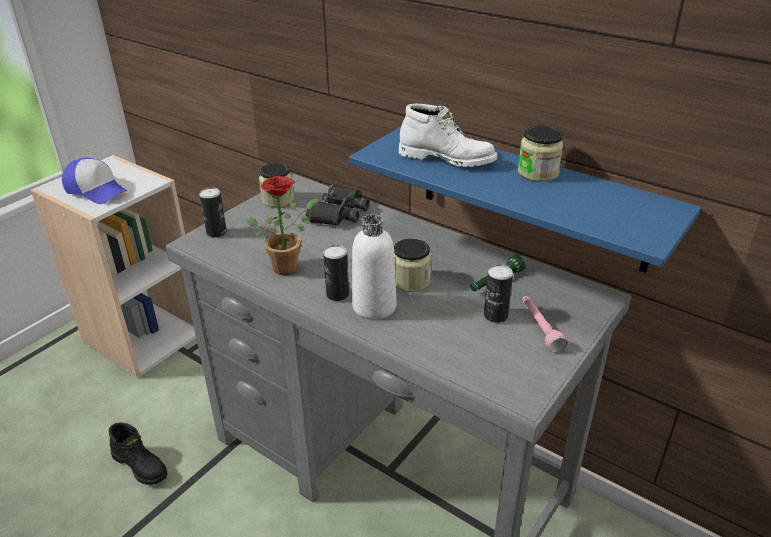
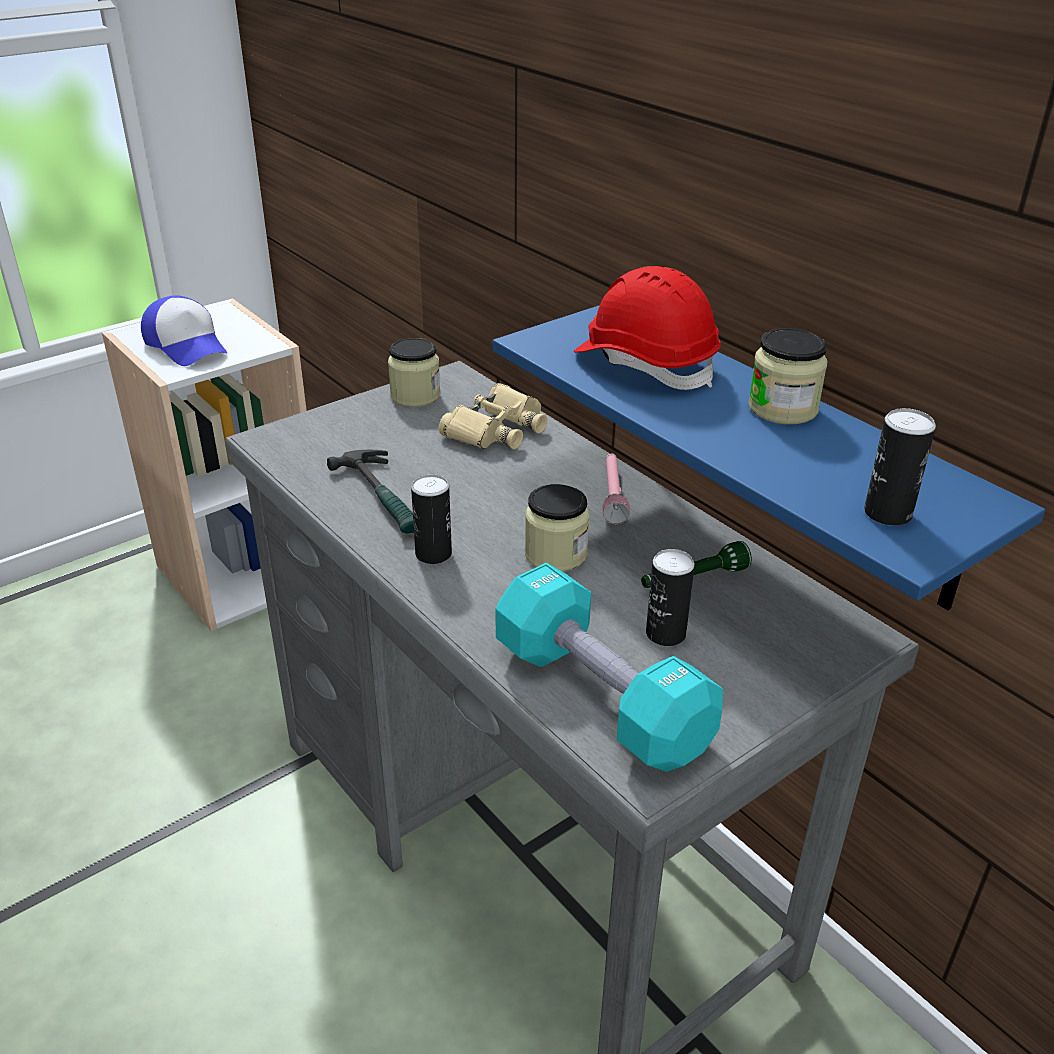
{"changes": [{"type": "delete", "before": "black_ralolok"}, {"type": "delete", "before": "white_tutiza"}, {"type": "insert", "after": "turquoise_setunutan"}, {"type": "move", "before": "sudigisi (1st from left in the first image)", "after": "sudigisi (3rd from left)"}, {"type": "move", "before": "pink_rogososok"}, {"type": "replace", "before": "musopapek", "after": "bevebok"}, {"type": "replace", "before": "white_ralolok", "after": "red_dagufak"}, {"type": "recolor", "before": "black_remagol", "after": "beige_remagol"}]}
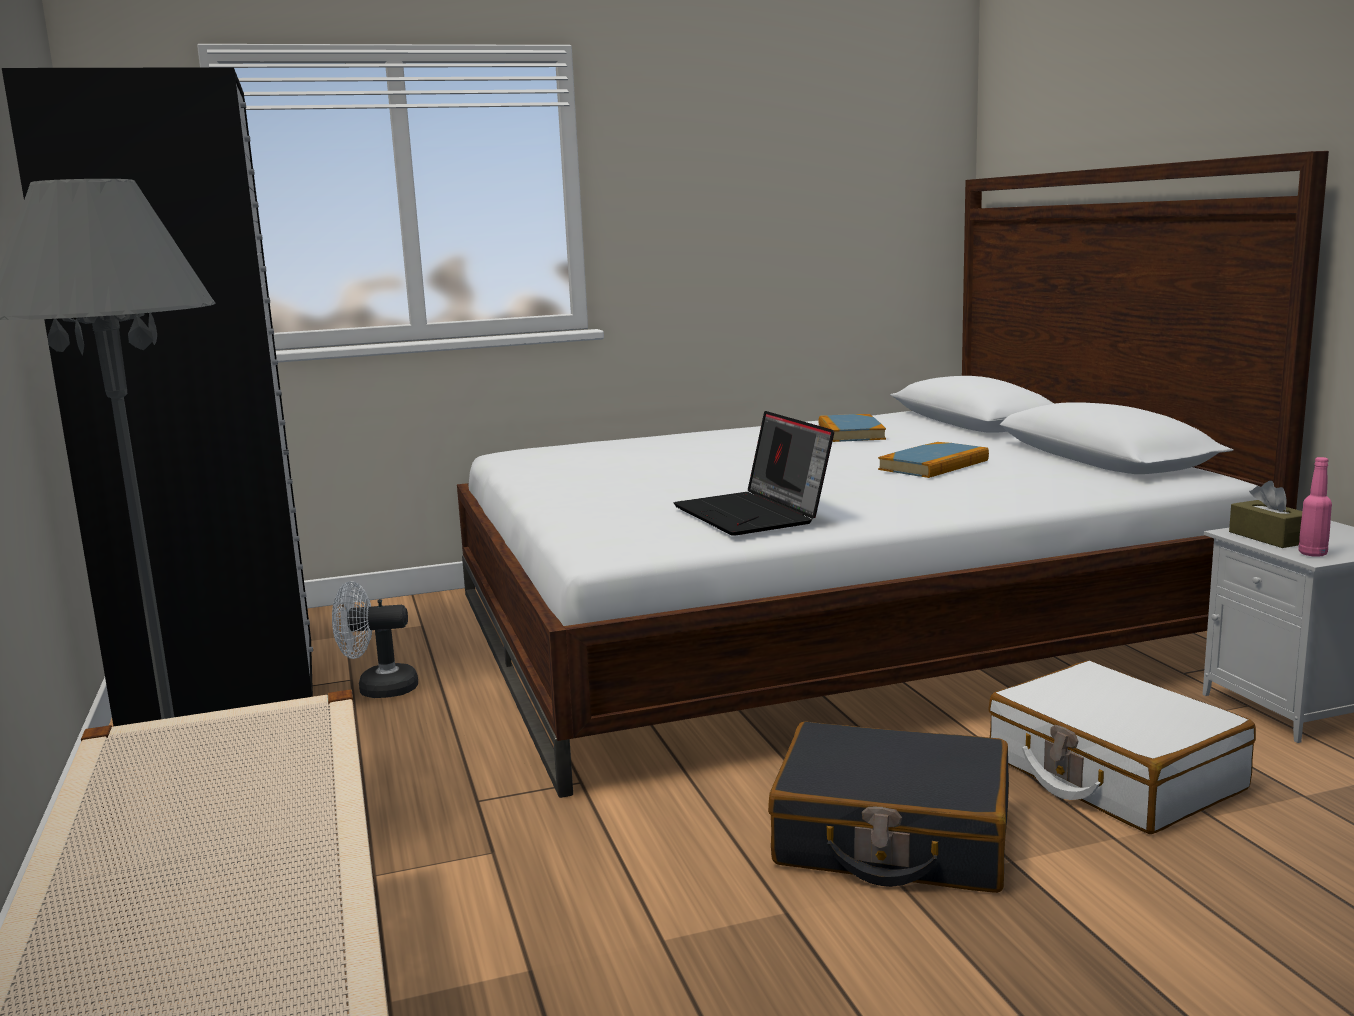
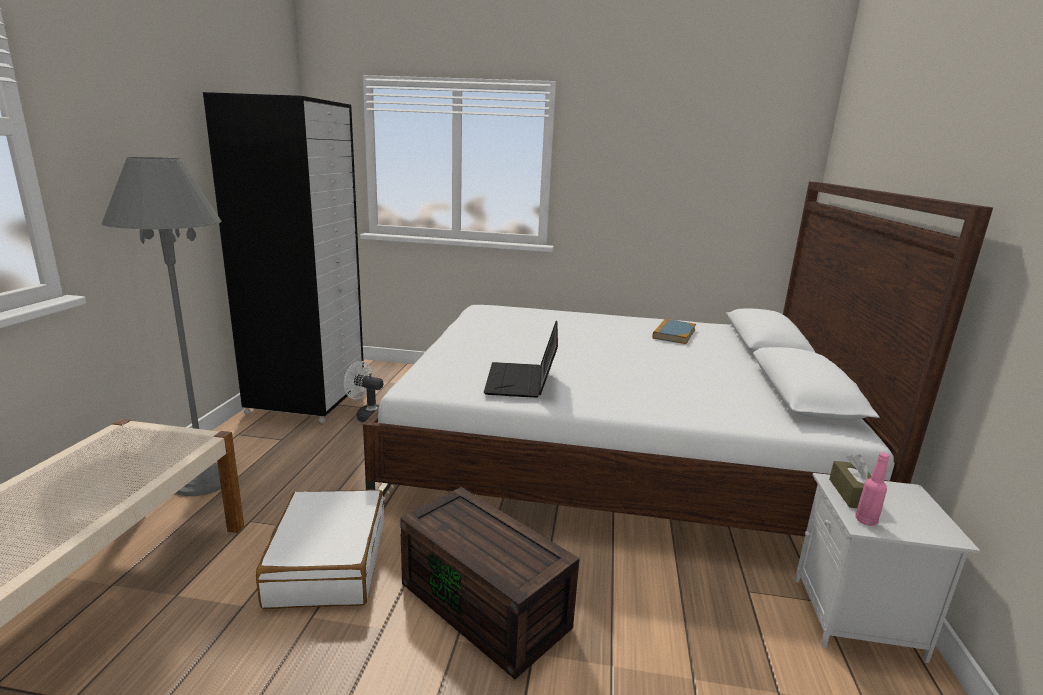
{"changes": [{"type": "delete", "before": "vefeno (2nd from left)"}, {"type": "move", "before": "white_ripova"}, {"type": "replace", "before": "black_ripova", "after": "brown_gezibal"}]}
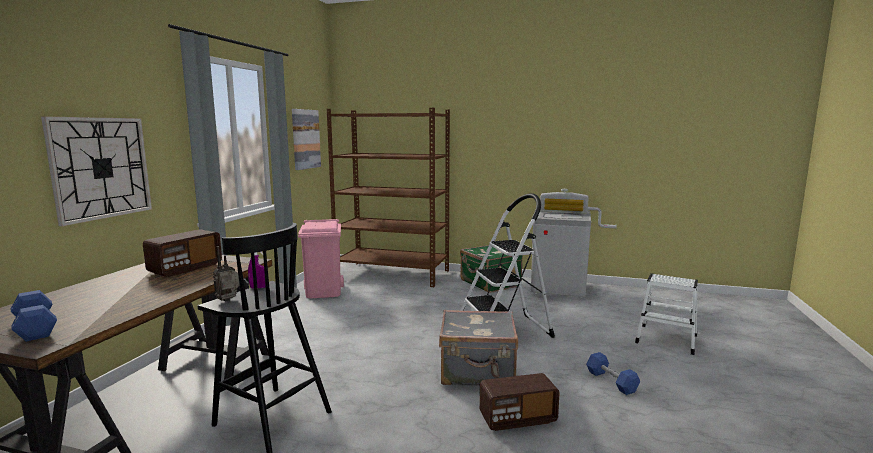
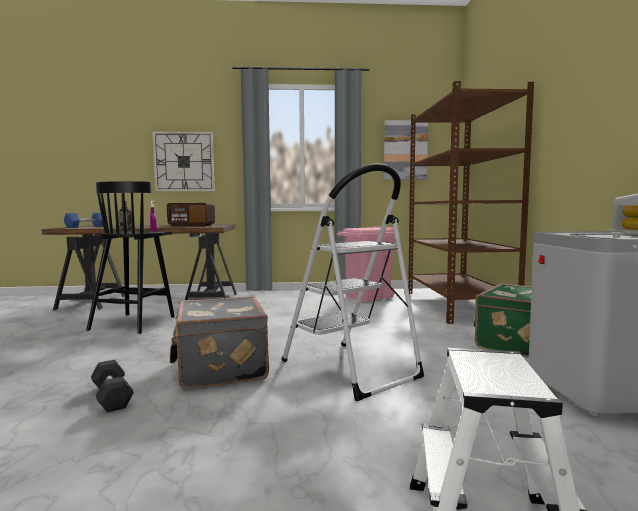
{"changes": [{"type": "delete", "before": "blue_setunutan (2nd from left)"}, {"type": "replace", "before": "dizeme (3rd from left)", "after": "black_setunutan"}]}
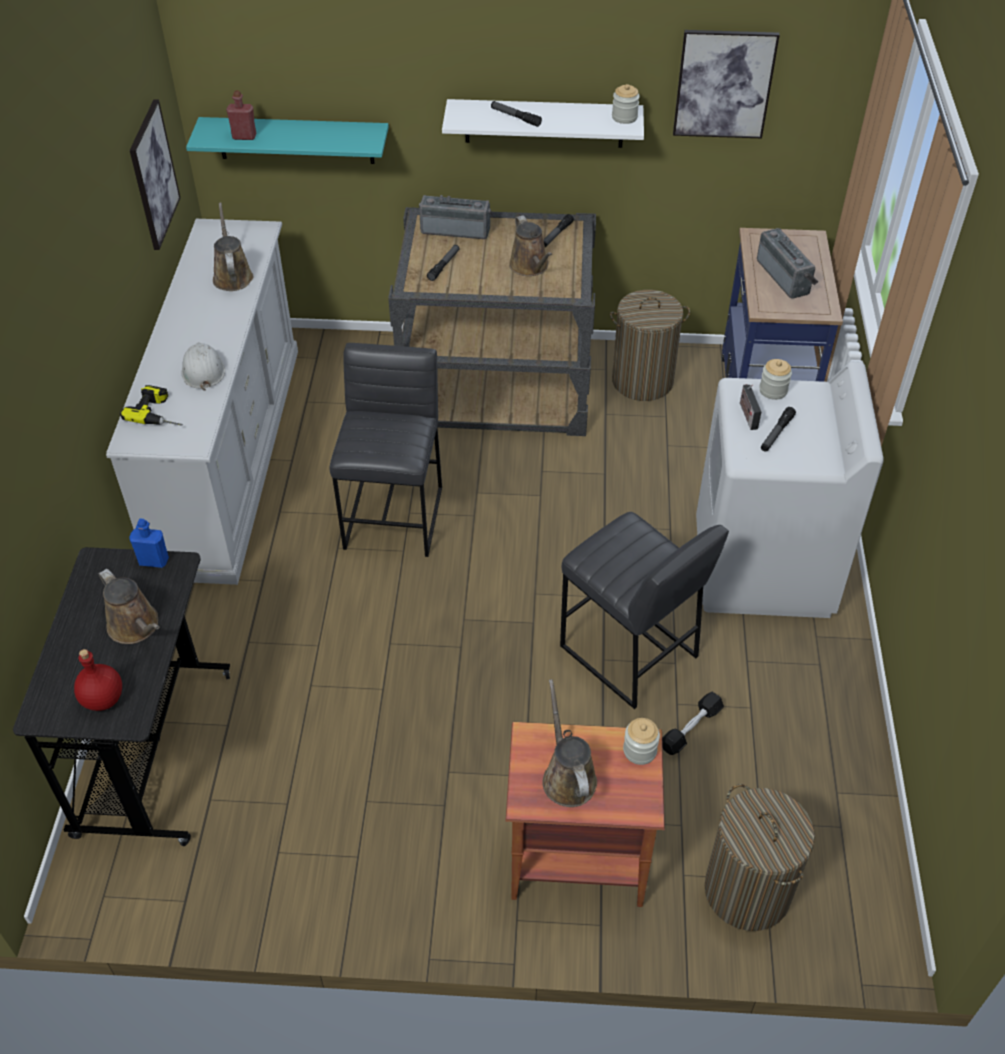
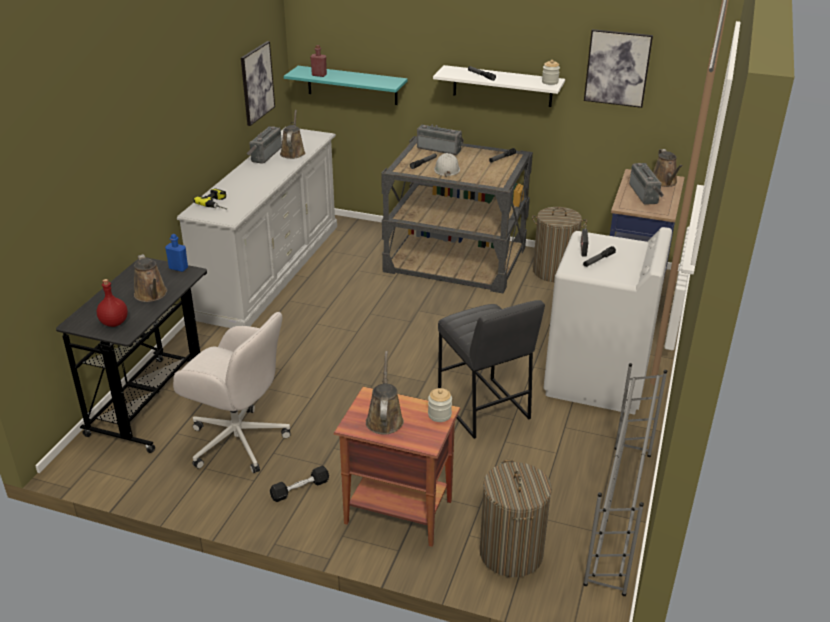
{"changes": [{"type": "delete", "before": "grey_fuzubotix (1st from left)"}, {"type": "delete", "before": "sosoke (3rd from left)"}, {"type": "insert", "after": "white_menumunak"}, {"type": "insert", "after": "dizeme (1st from left)"}, {"type": "insert", "after": "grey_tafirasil"}, {"type": "move", "before": "white_dagufak"}, {"type": "move", "before": "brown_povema (3rd from left in the first image)", "after": "brown_povema (4th from left)"}, {"type": "move", "before": "black_setunutan"}]}
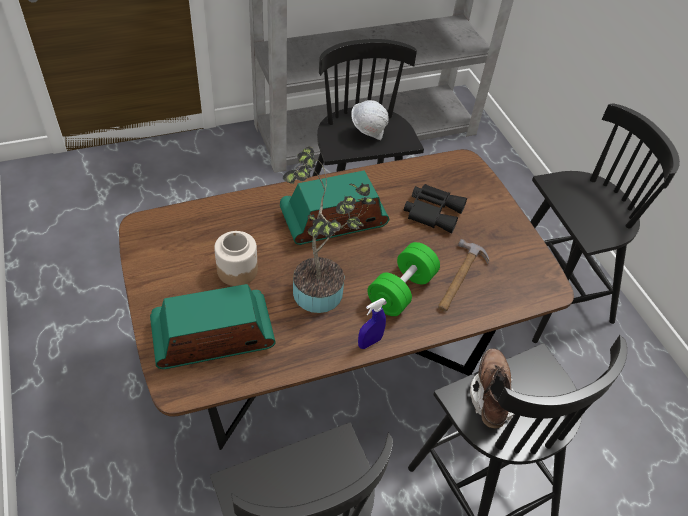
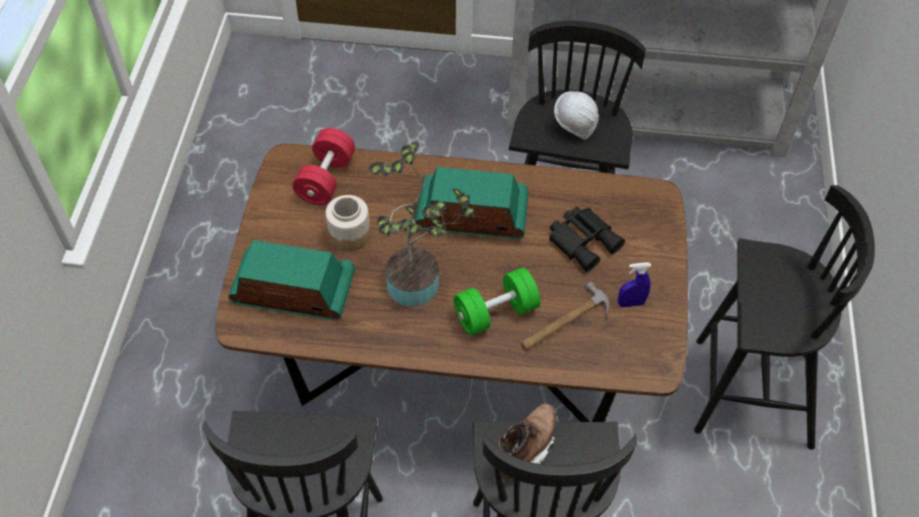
{"changes": [{"type": "insert", "after": "red_setunutan"}, {"type": "move", "before": "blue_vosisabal"}]}
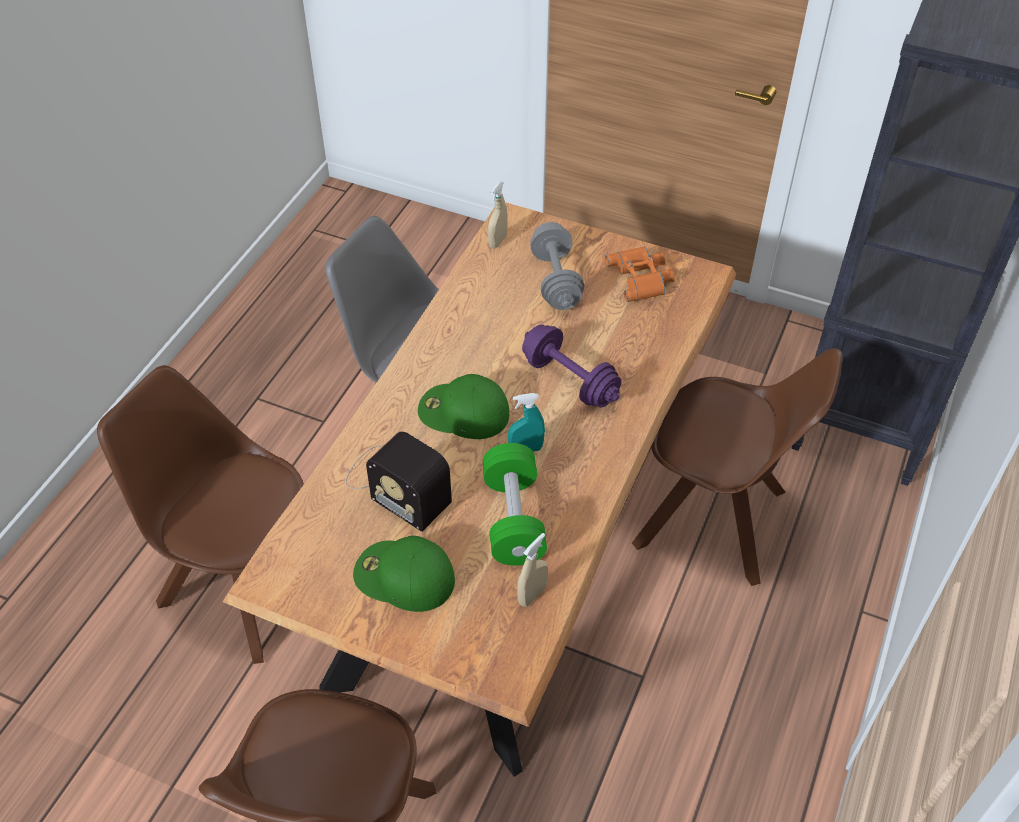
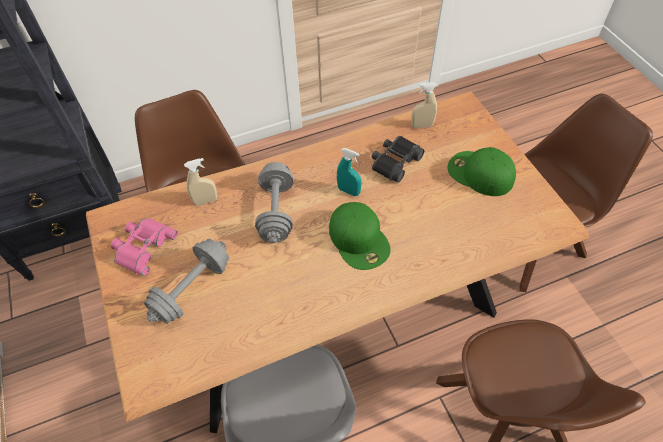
{"changes": [{"type": "delete", "before": "dizeme"}, {"type": "move", "before": "beige_vosisabal (1st from left)"}, {"type": "replace", "before": "green_setunutan", "after": "black_remagol"}, {"type": "recolor", "before": "purple_setunutan", "after": "grey_setunutan (2nd from left)"}, {"type": "recolor", "before": "orange_remagol", "after": "pink_remagol"}, {"type": "rotate", "before": "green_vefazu (1st from left in the first image)", "turn": 150}]}
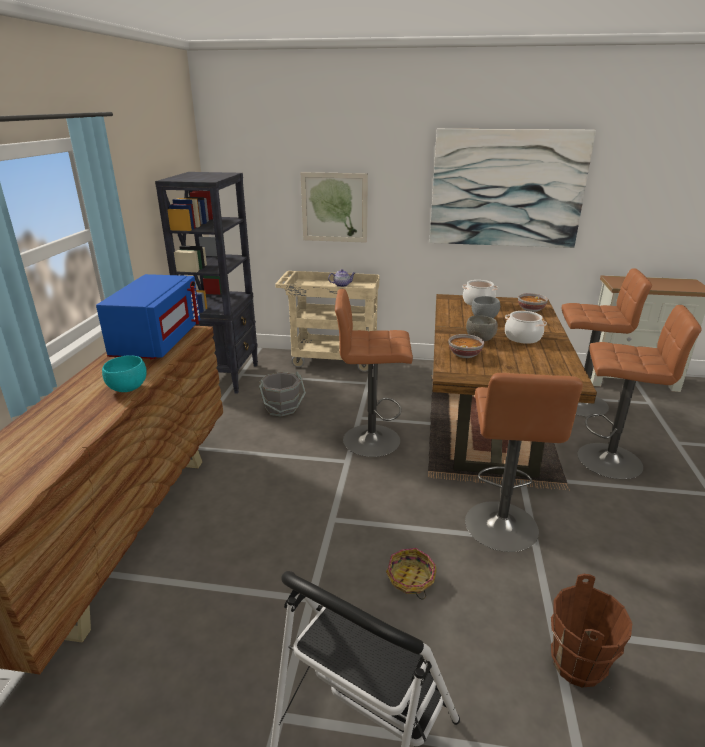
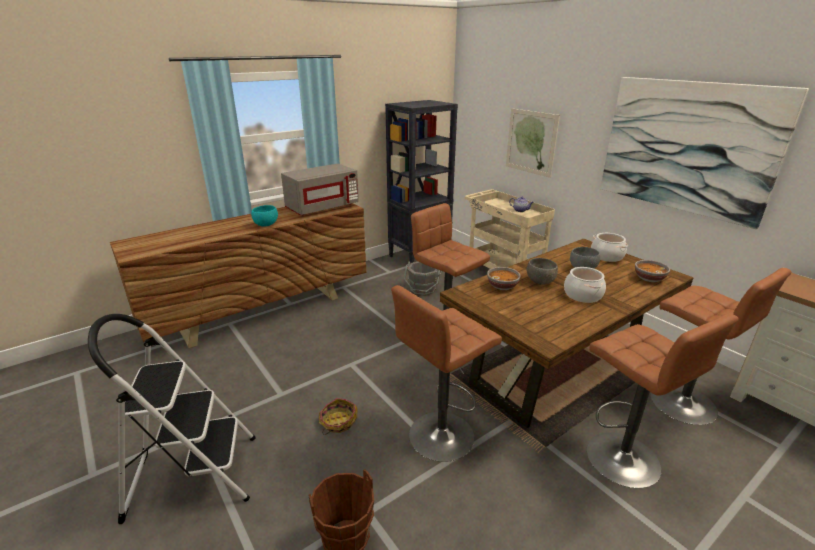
{"changes": [{"type": "recolor", "before": "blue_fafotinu", "after": "grey_fafotinu"}]}
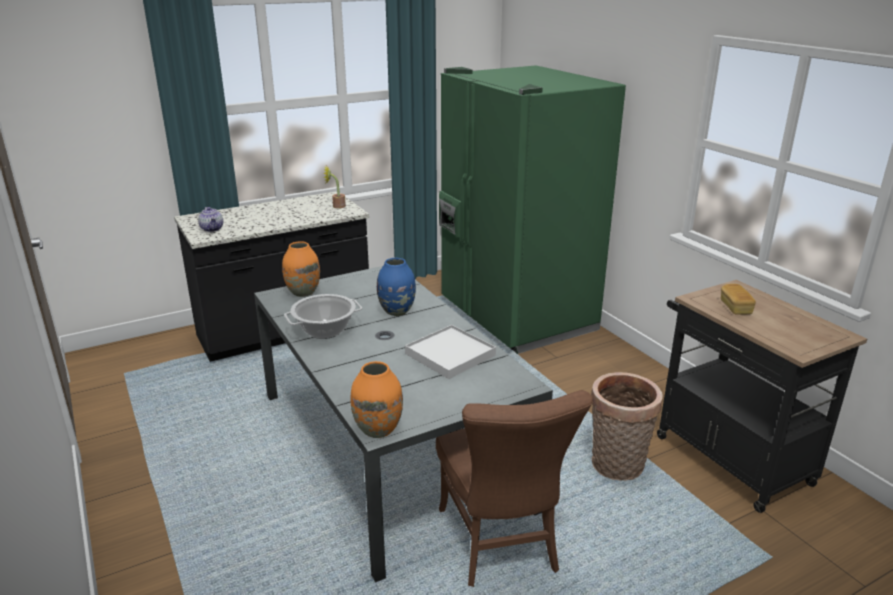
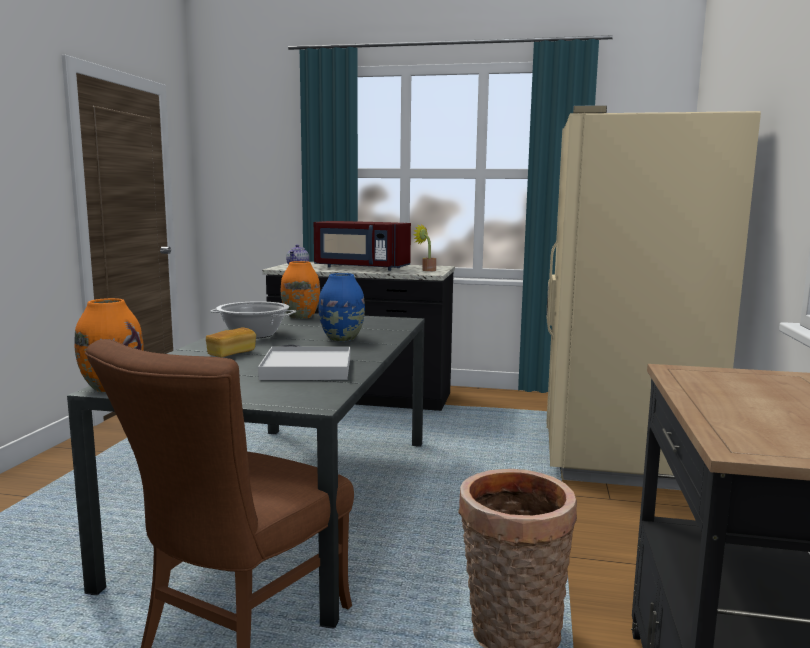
{"changes": [{"type": "insert", "after": "red_fafotinu"}, {"type": "move", "before": "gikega"}, {"type": "recolor", "before": "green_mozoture", "after": "beige_mozoture"}]}
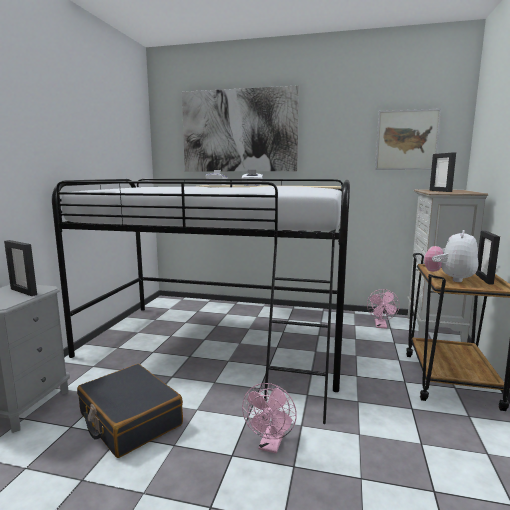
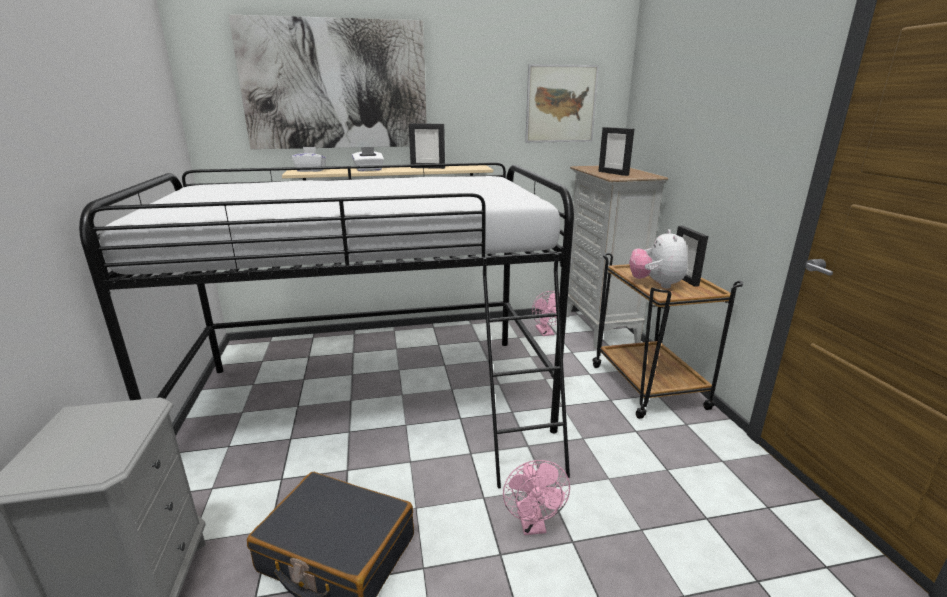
{"changes": [{"type": "move", "before": "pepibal (1st from left)"}]}
